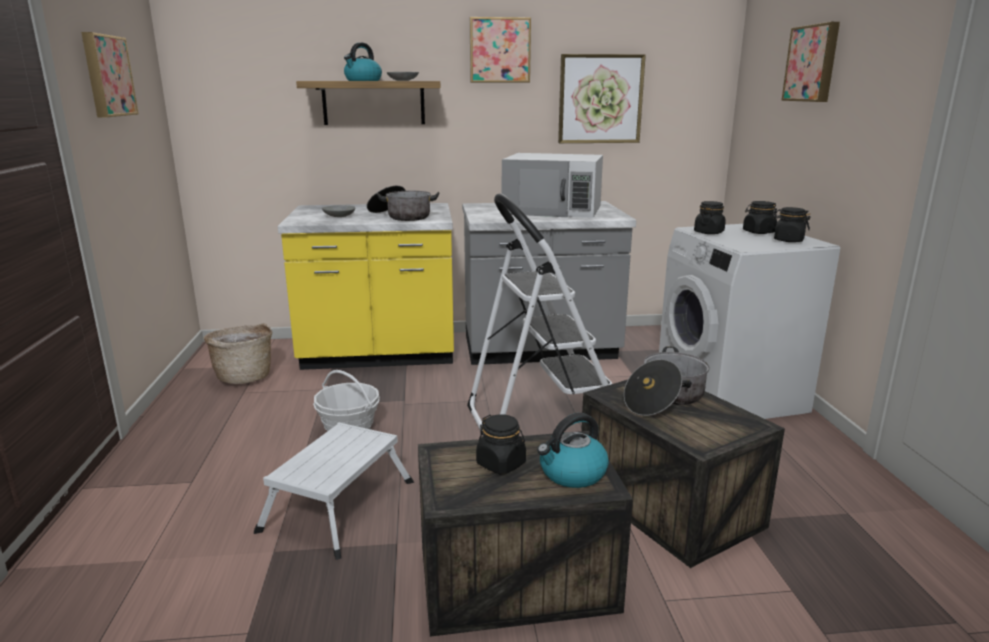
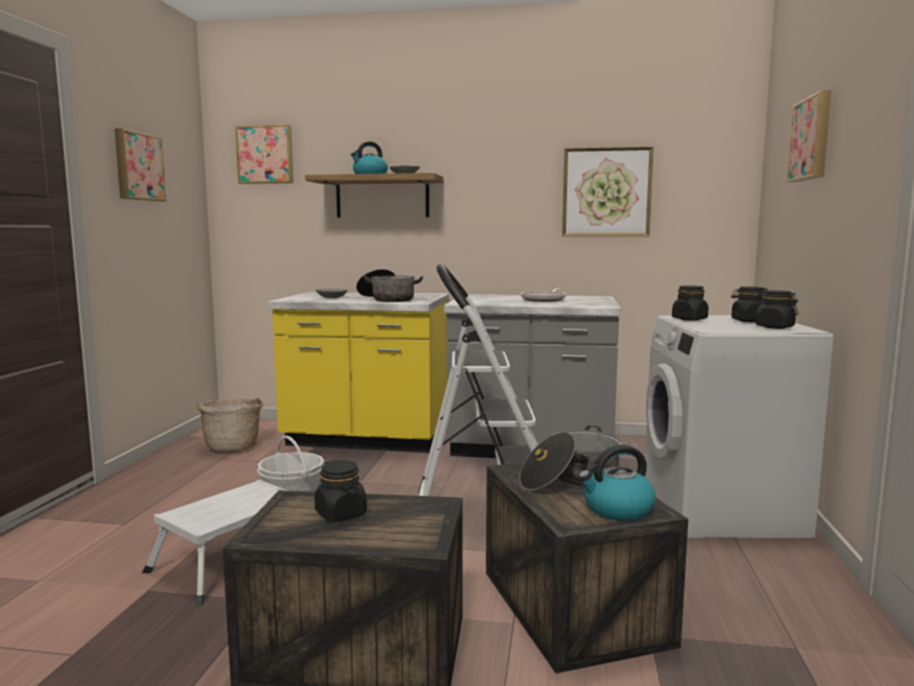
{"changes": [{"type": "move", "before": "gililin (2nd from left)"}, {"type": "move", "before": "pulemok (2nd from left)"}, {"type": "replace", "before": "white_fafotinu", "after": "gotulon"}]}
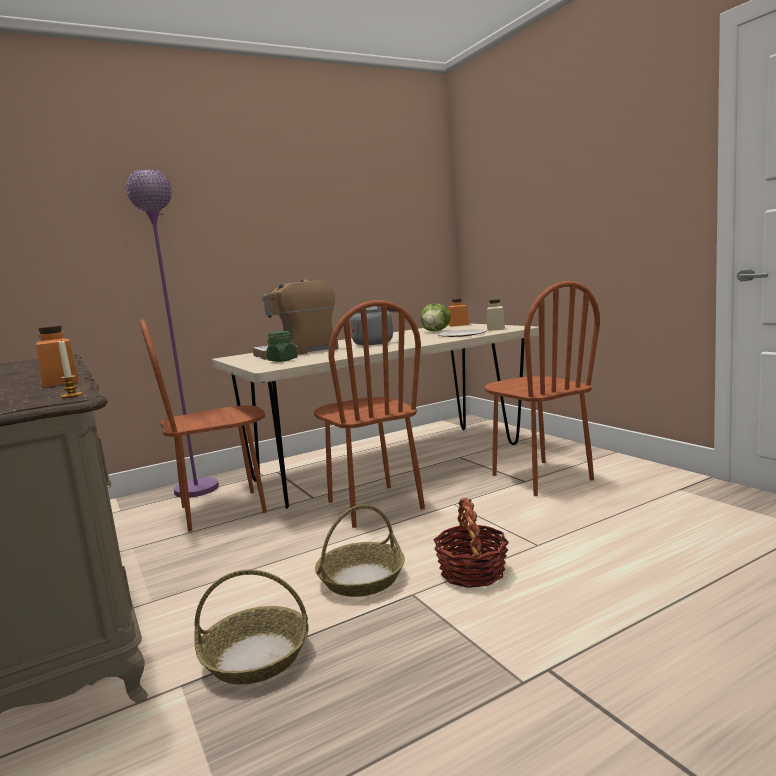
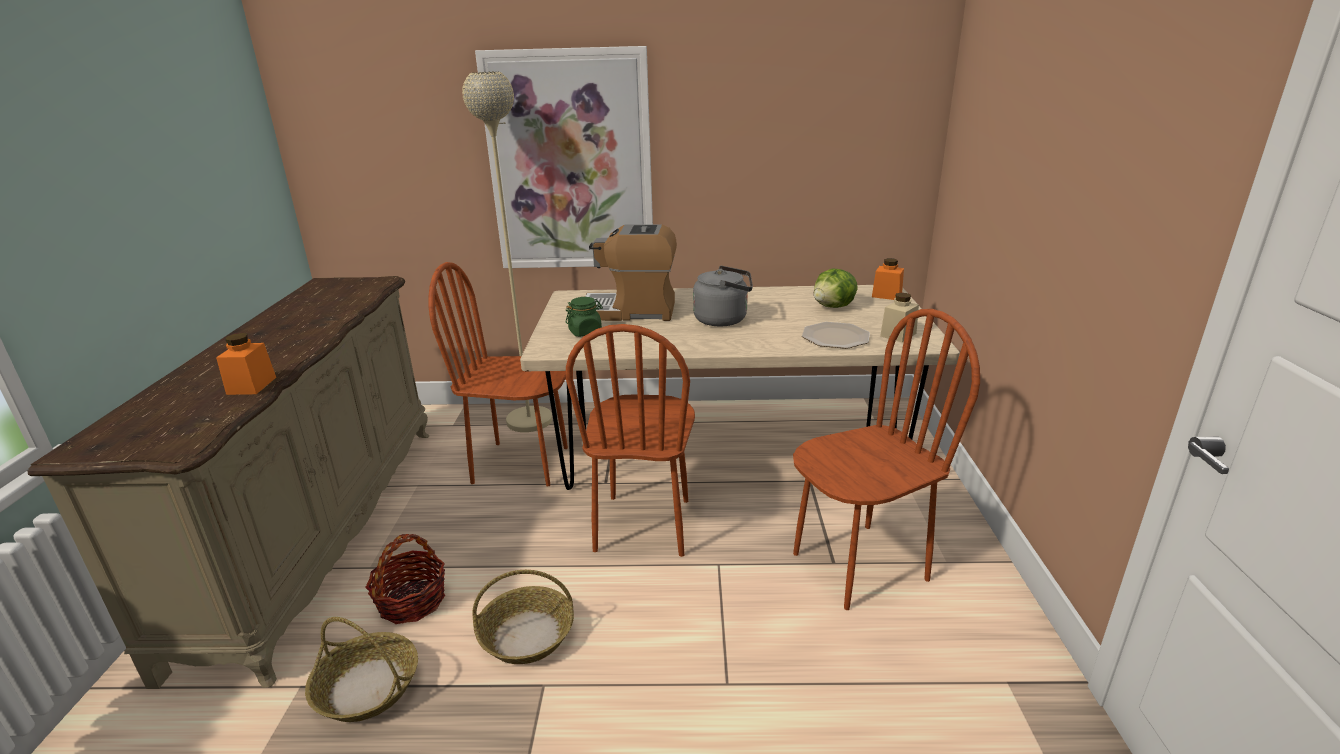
{"changes": [{"type": "delete", "before": "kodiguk"}, {"type": "insert", "after": "gililin"}, {"type": "move", "before": "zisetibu (3rd from left in the first image)", "after": "zisetibu (2nd from left)"}, {"type": "recolor", "before": "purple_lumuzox", "after": "beige_lumuzox"}, {"type": "rotate", "before": "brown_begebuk (3rd from left)", "turn": -120}]}
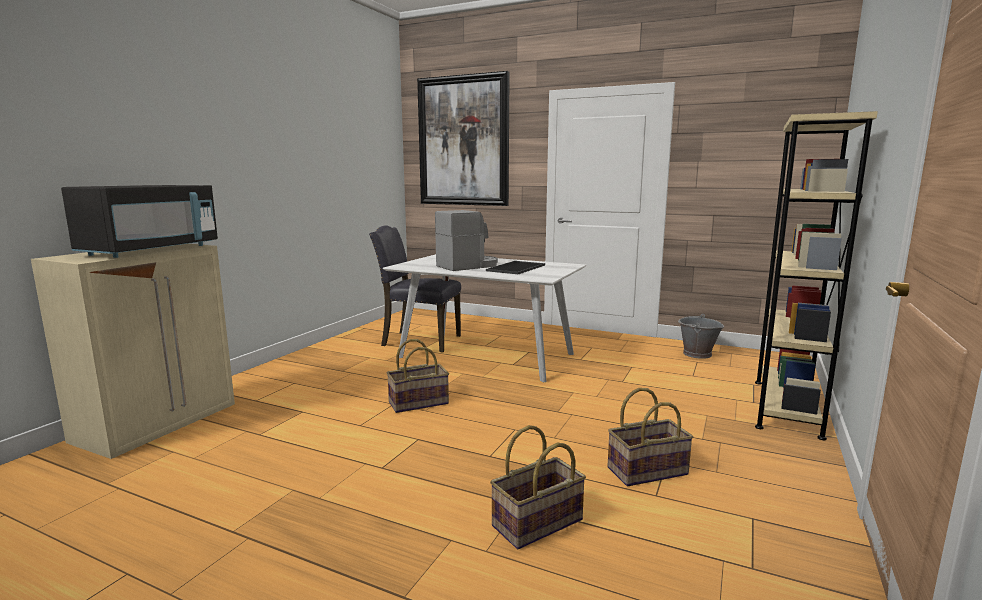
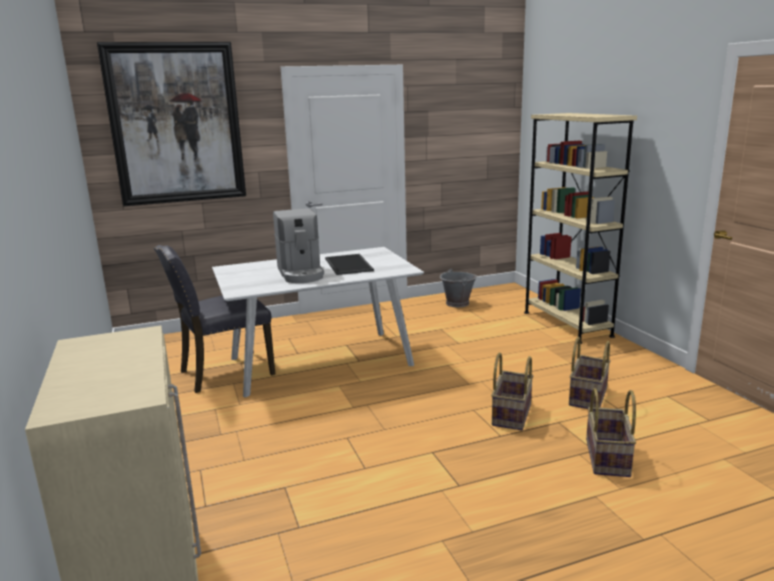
{"changes": [{"type": "delete", "before": "black_fafotinu"}, {"type": "move", "before": "zisetibu (1st from left)"}, {"type": "rotate", "before": "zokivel", "turn": 150}]}
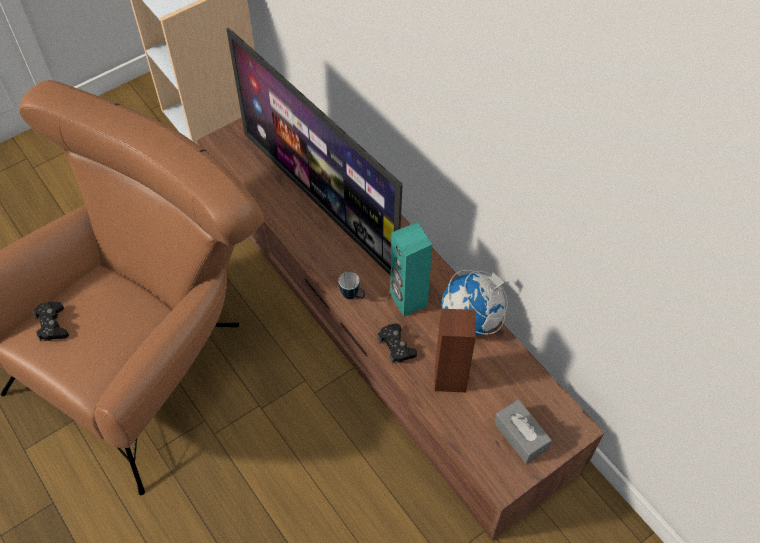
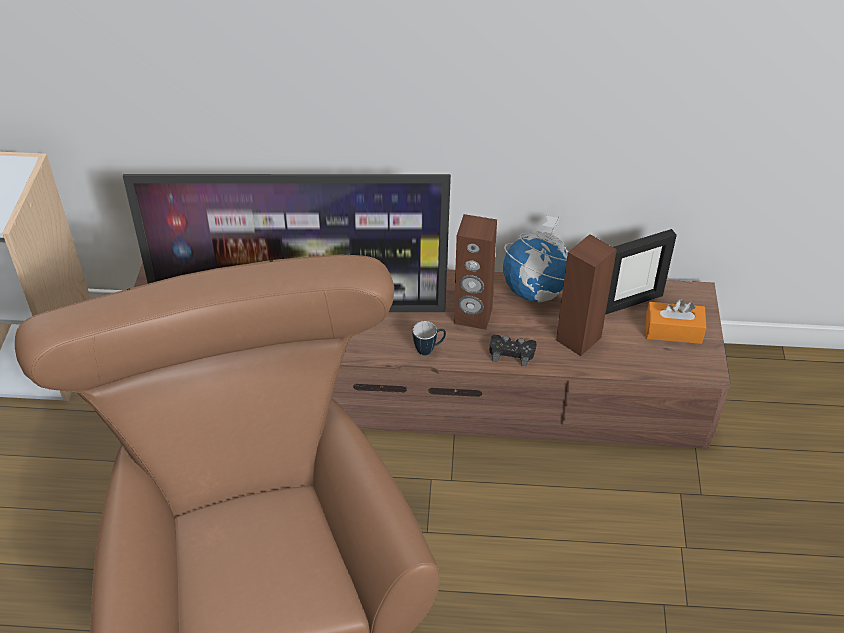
{"changes": [{"type": "delete", "before": "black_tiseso (1st from left)"}, {"type": "insert", "after": "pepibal"}, {"type": "recolor", "before": "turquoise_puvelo", "after": "brown_puvelo (1st from left)"}, {"type": "recolor", "before": "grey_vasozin", "after": "orange_vasozin"}]}
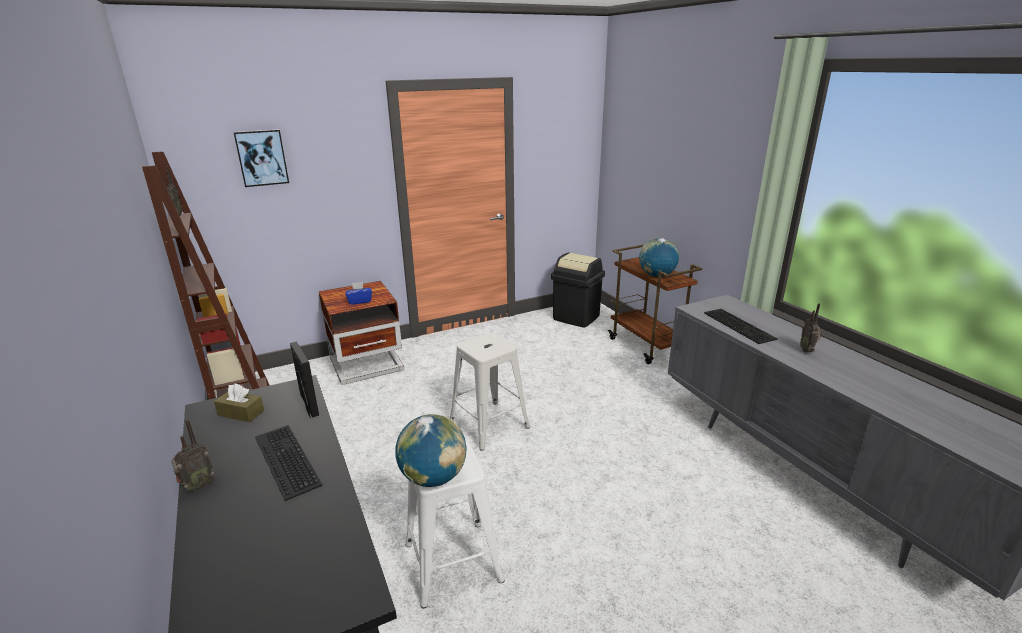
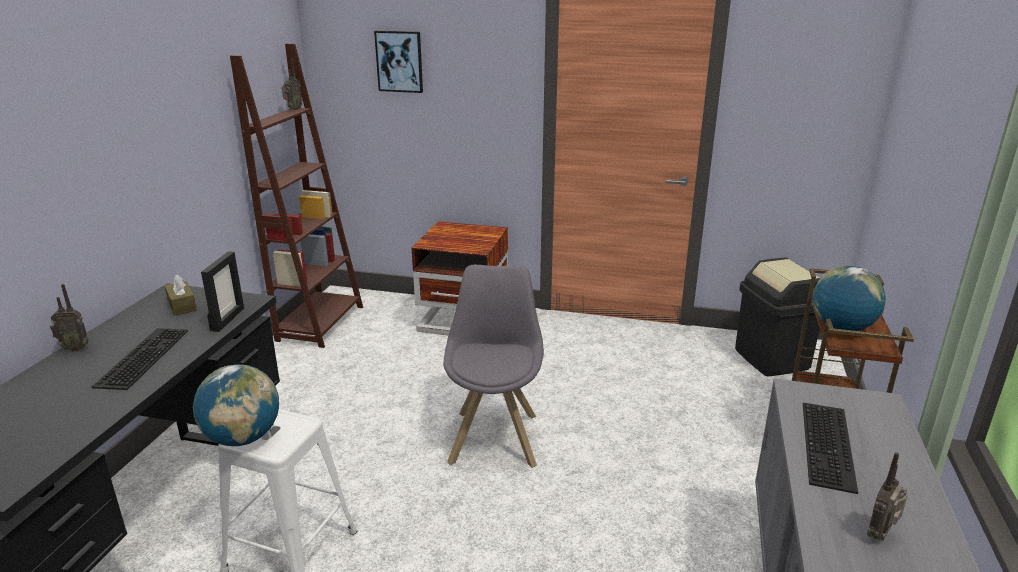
{"changes": [{"type": "delete", "before": "blue_vasozin"}, {"type": "replace", "before": "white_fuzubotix (2nd from left)", "after": "grey_begebuk"}]}
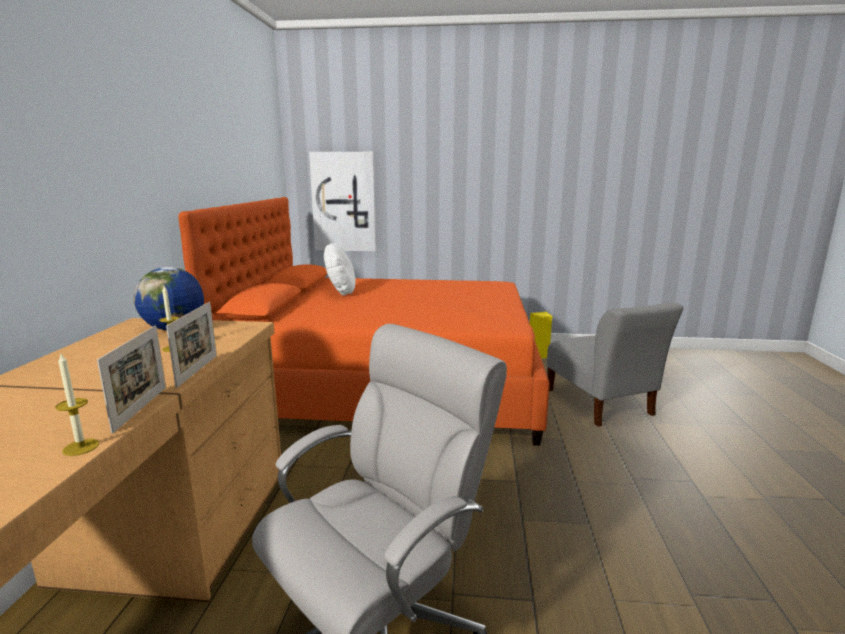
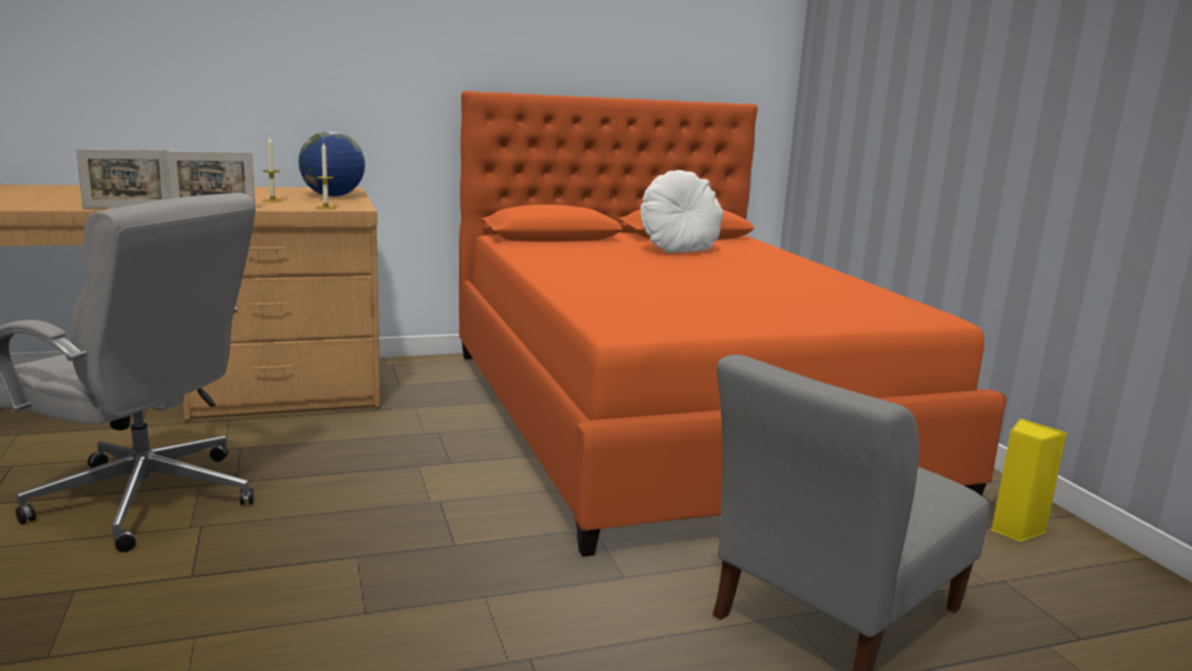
{"changes": [{"type": "delete", "before": "gililin"}, {"type": "move", "before": "kodiguk (1st from left in the first image)", "after": "kodiguk (2nd from left)"}]}
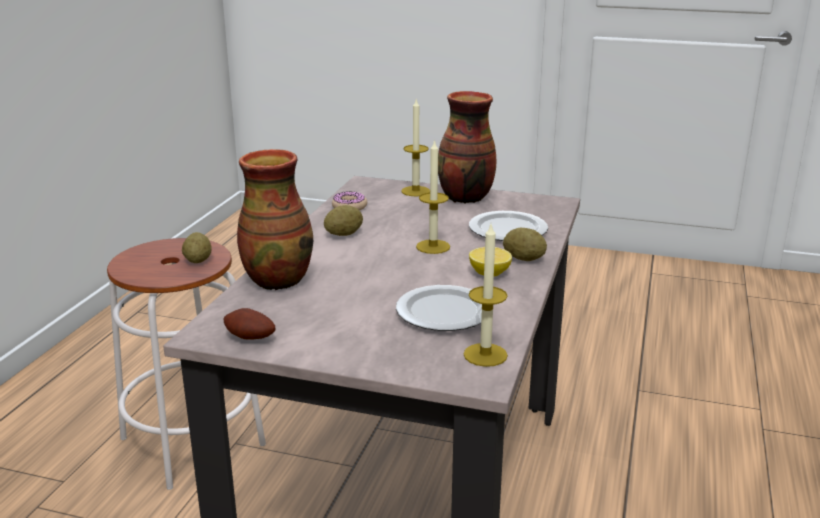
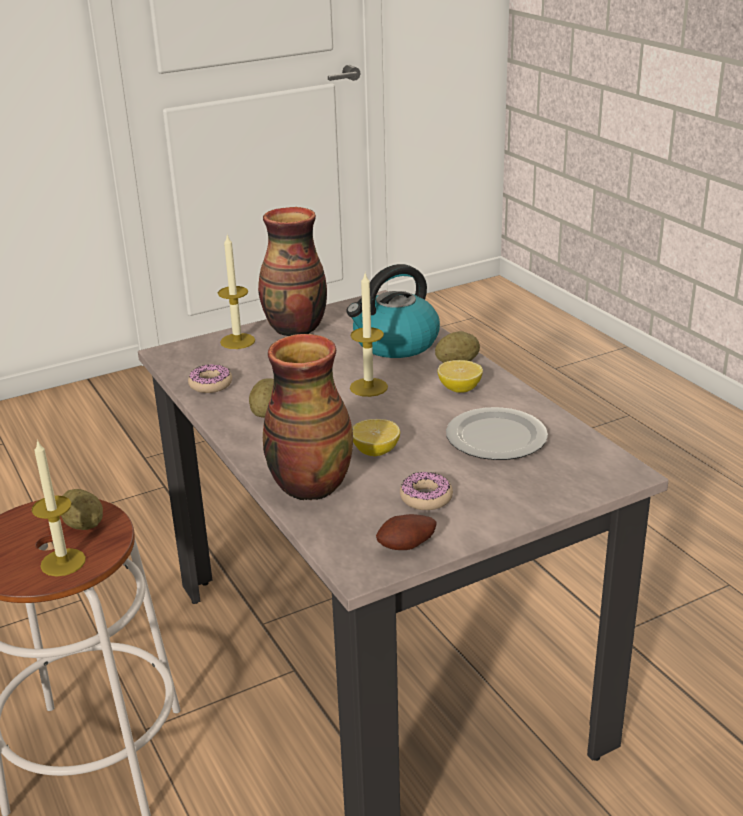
{"changes": [{"type": "insert", "after": "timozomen (1st from left)"}, {"type": "insert", "after": "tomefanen (2nd from left)"}, {"type": "move", "before": "kodiguk (3rd from left in the first image)", "after": "kodiguk (1st from left)"}, {"type": "replace", "before": "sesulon (2nd from left)", "after": "pulemok"}]}
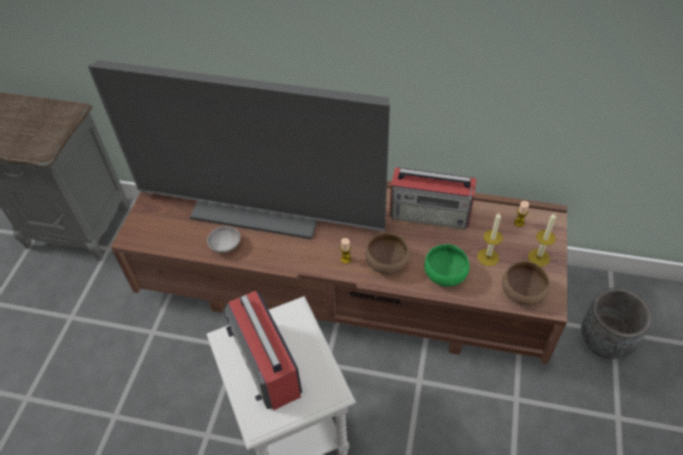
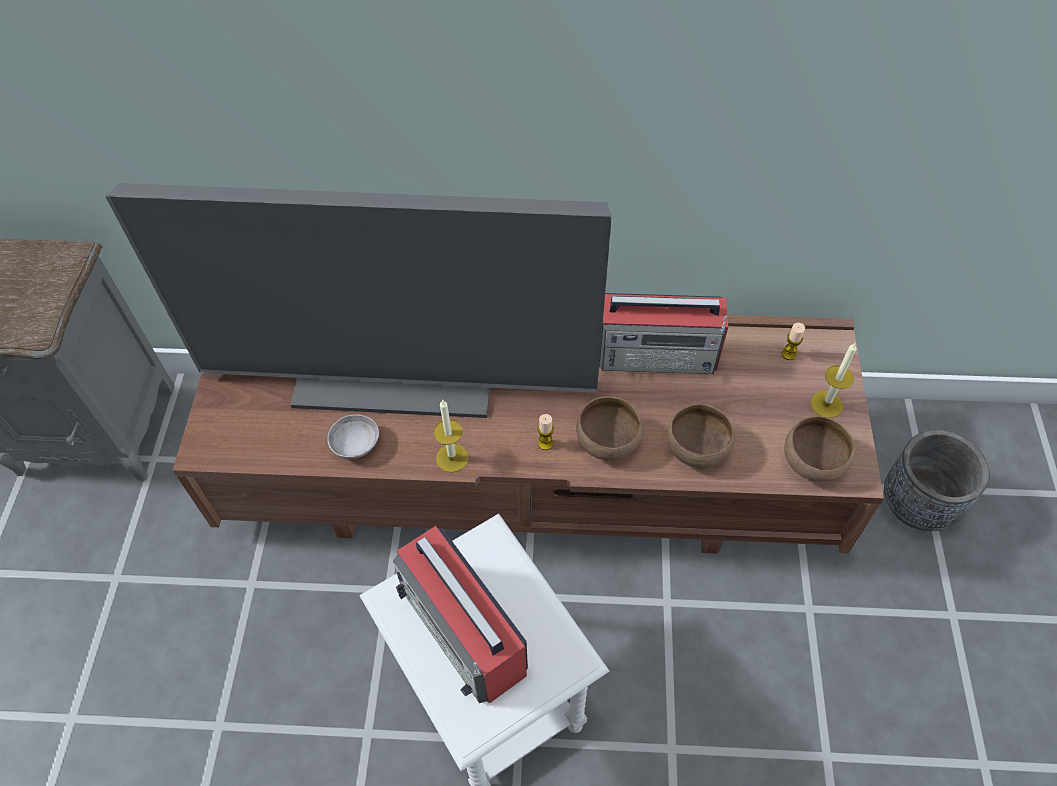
{"changes": [{"type": "move", "before": "kodiguk (2nd from left in the first image)", "after": "kodiguk (1st from left)"}, {"type": "recolor", "before": "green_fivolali", "after": "brown_fivolali (2nd from left)"}]}
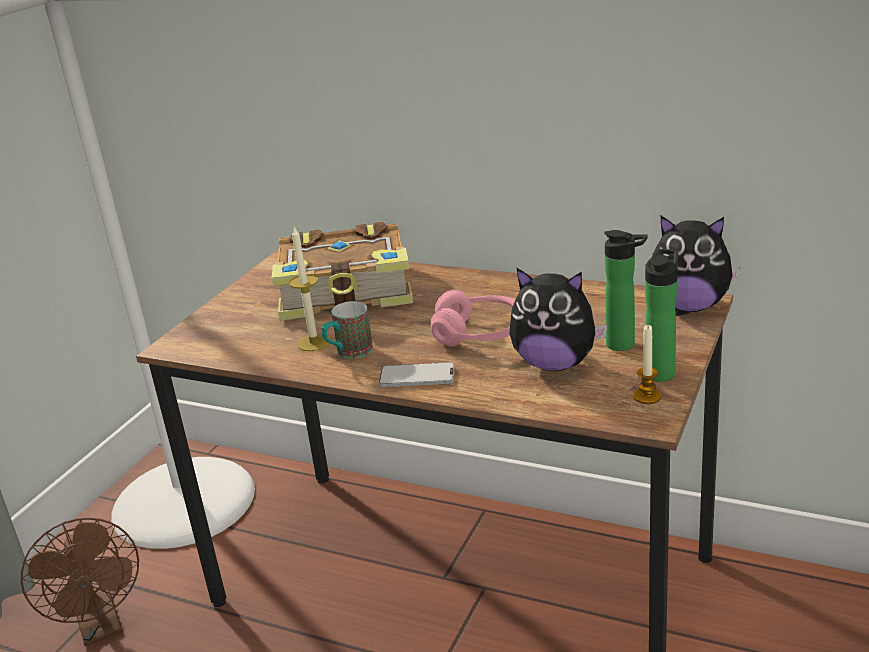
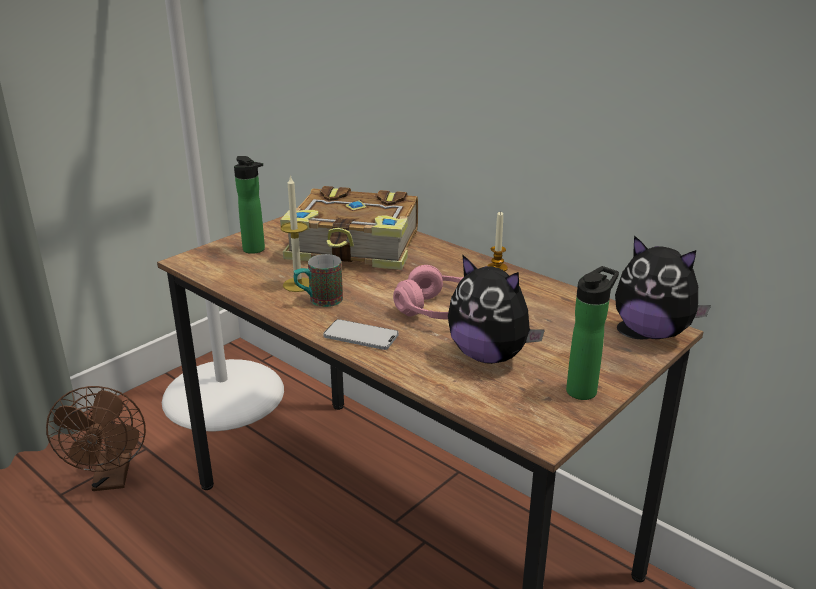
{"changes": [{"type": "move", "before": "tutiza (1st from left)"}, {"type": "move", "before": "kodiguk (2nd from left)"}]}
